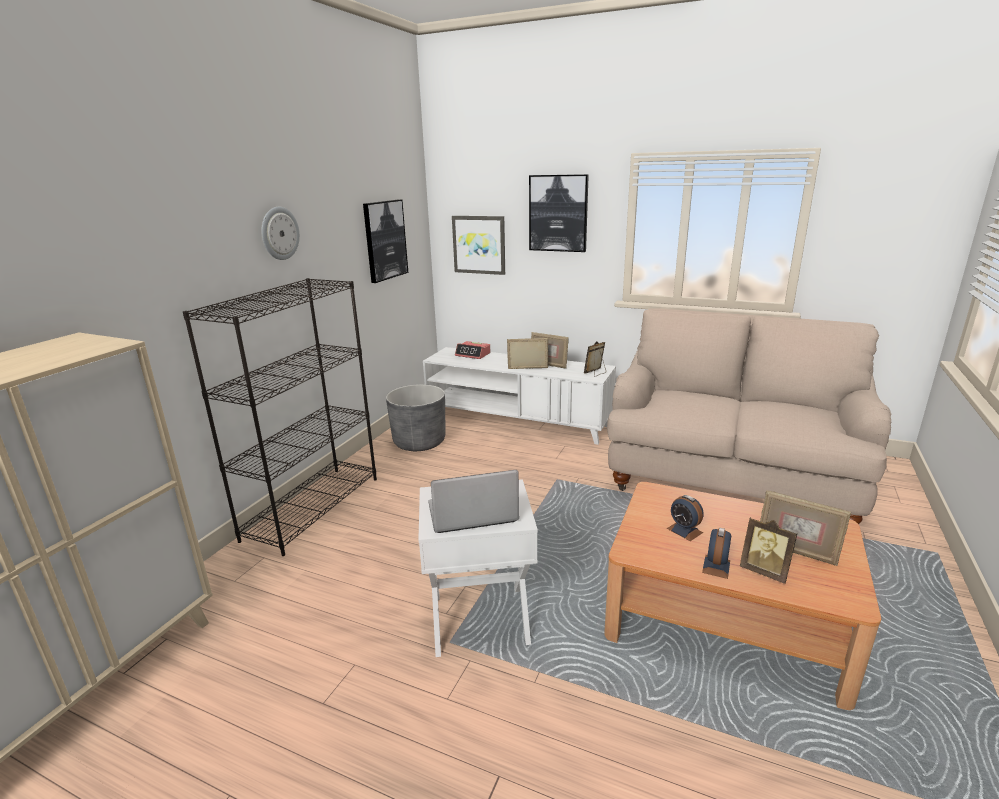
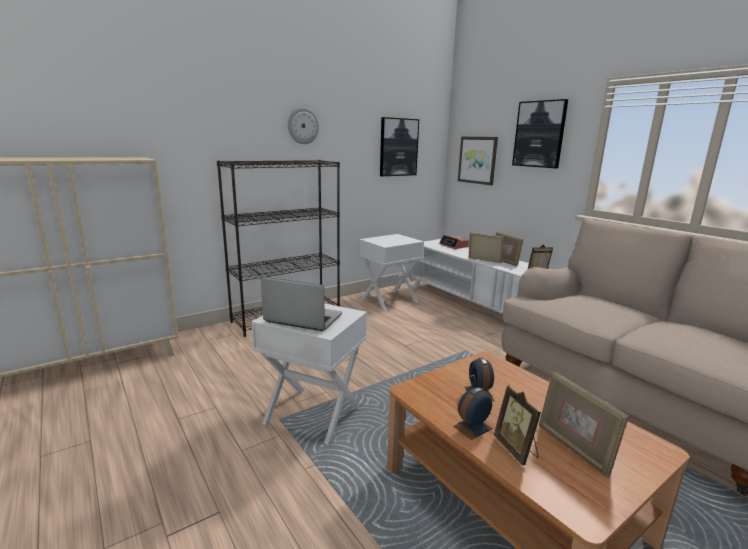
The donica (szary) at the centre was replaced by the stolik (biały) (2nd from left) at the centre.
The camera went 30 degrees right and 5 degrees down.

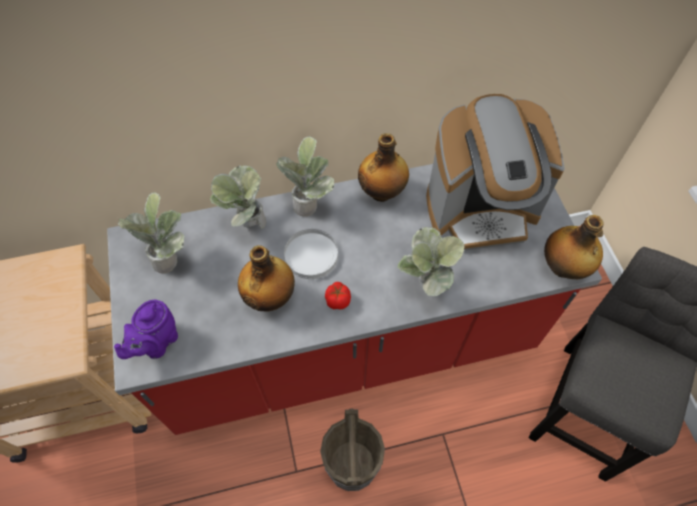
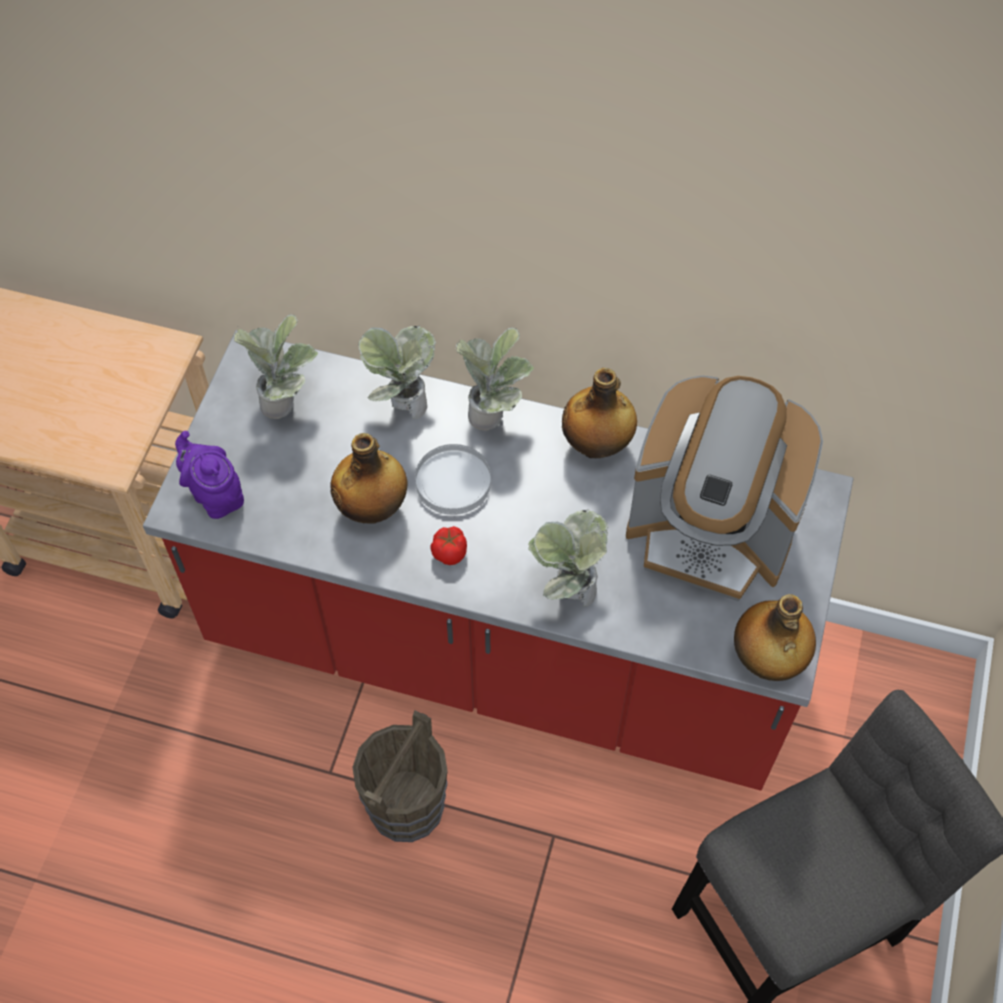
The imbryk (fioletowy) at the middle left turned 75 degrees clockwise.
The camera went 30 degrees right and 0 degrees up.

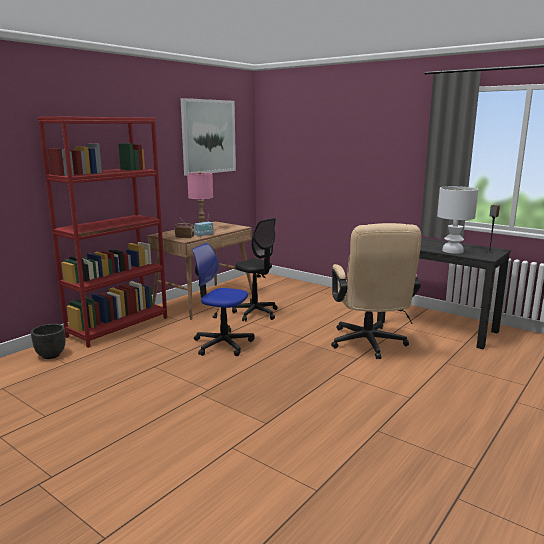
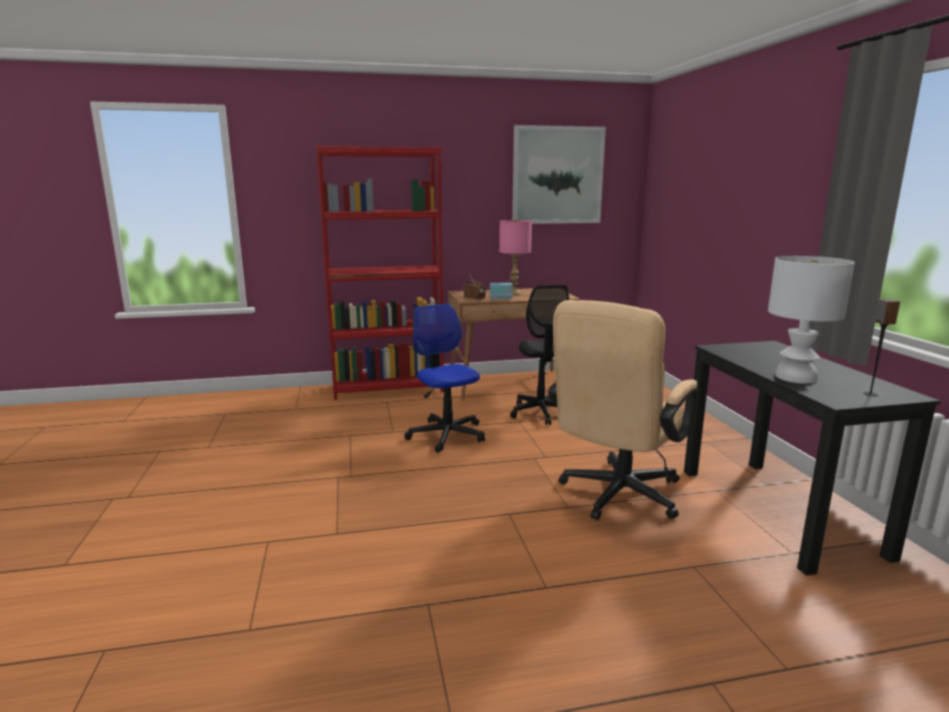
The donica (czarny) at the middle left disappeared.
The camera went 40 degrees right and 0 degrees up.

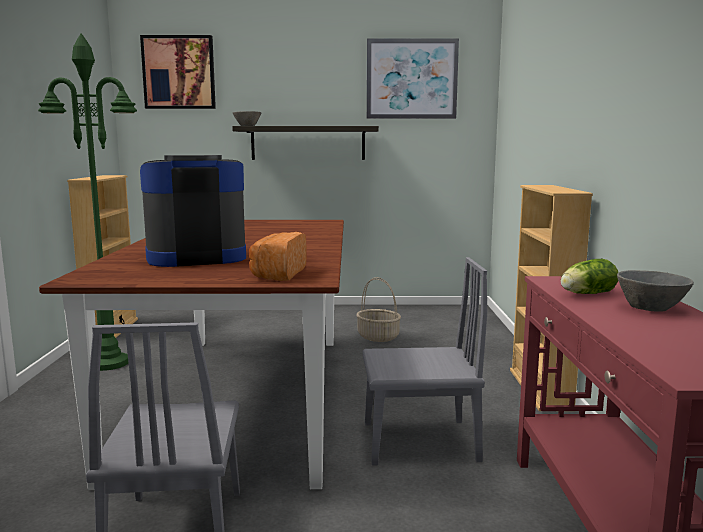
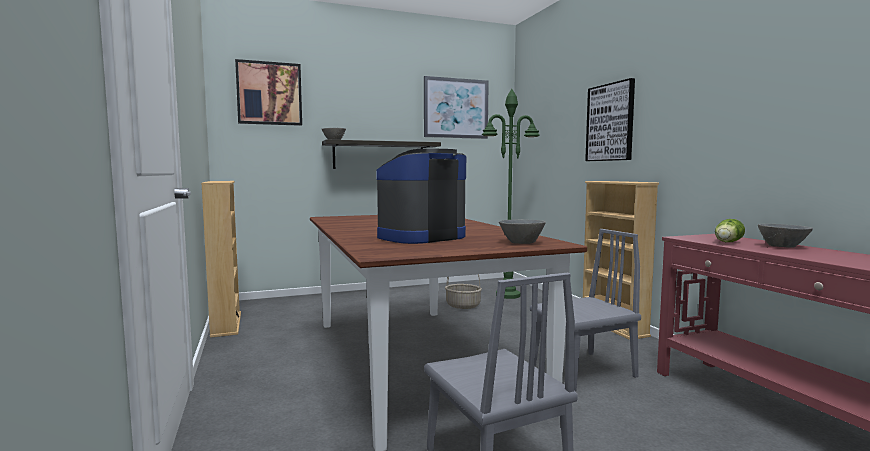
The lampa stojąca (zielony) moved from the middle left to the centre.
The chleb at the centre was replaced by the miska (szary) (2nd from left) at the centre.
The obraz (3rd from left) at the top right appeared.
The camera went 20 degrees left and 5 degrees down.

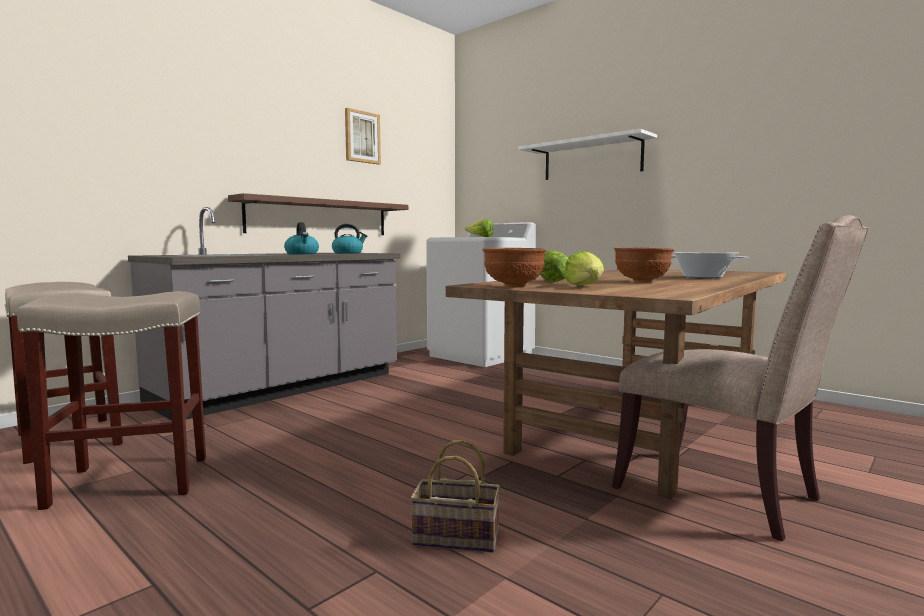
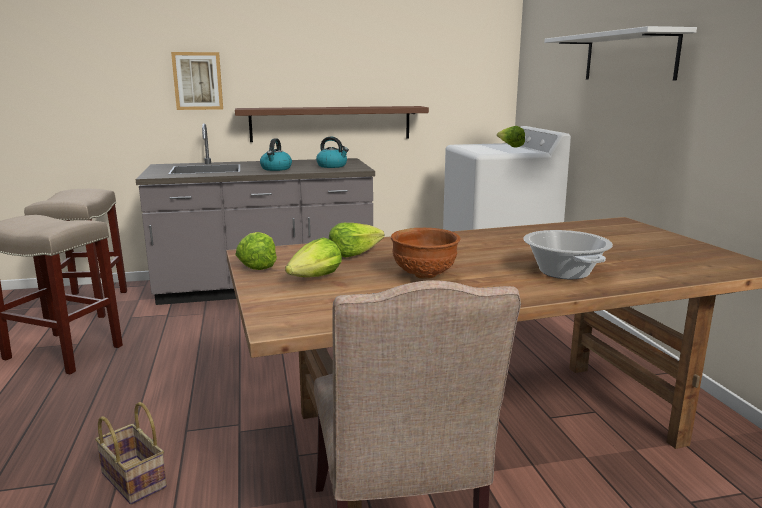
The obraz moved from the top centre to the top left.
The miska (brązowy) (1st from left) at the centre was replaced by the sałata (1st from left) at the centre.
The camera went 35 degrees right and 10 degrees up.

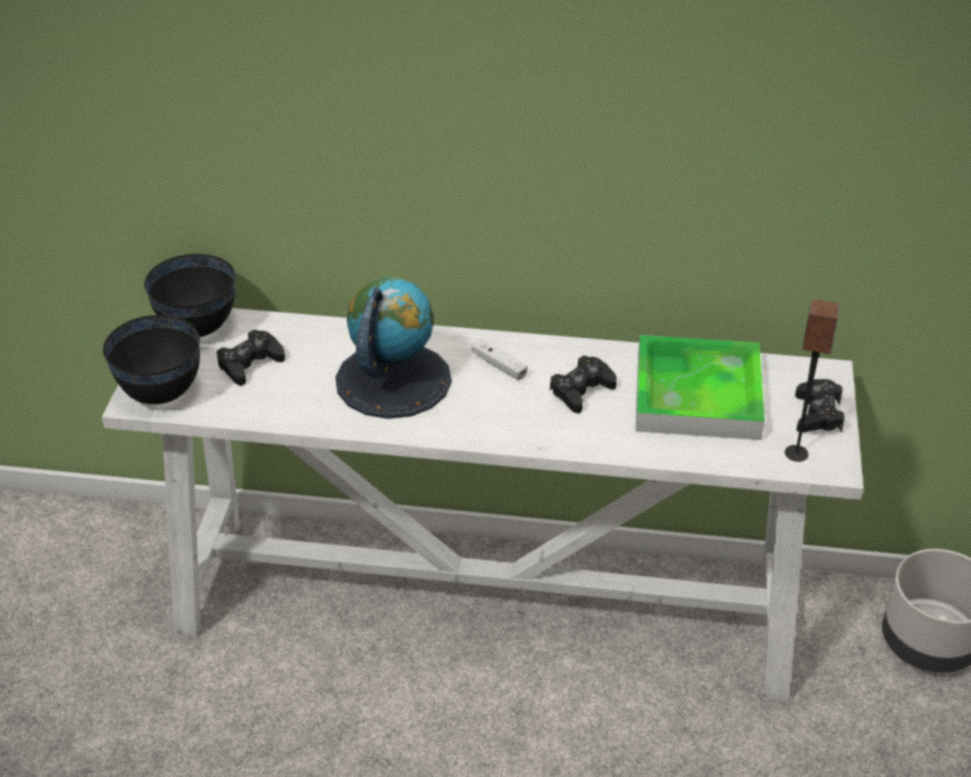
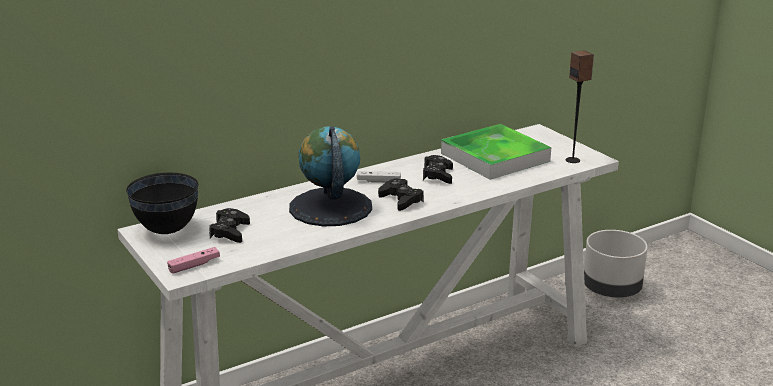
The miska (czarny) (1st from left) at the middle left was replaced by the pad do gier (różowy) at the bottom left.
The pad do gier (czarny) (3rd from left in the first image) moved from the middle right to the centre.
The camera went 40 degrees left and 15 degrees down.

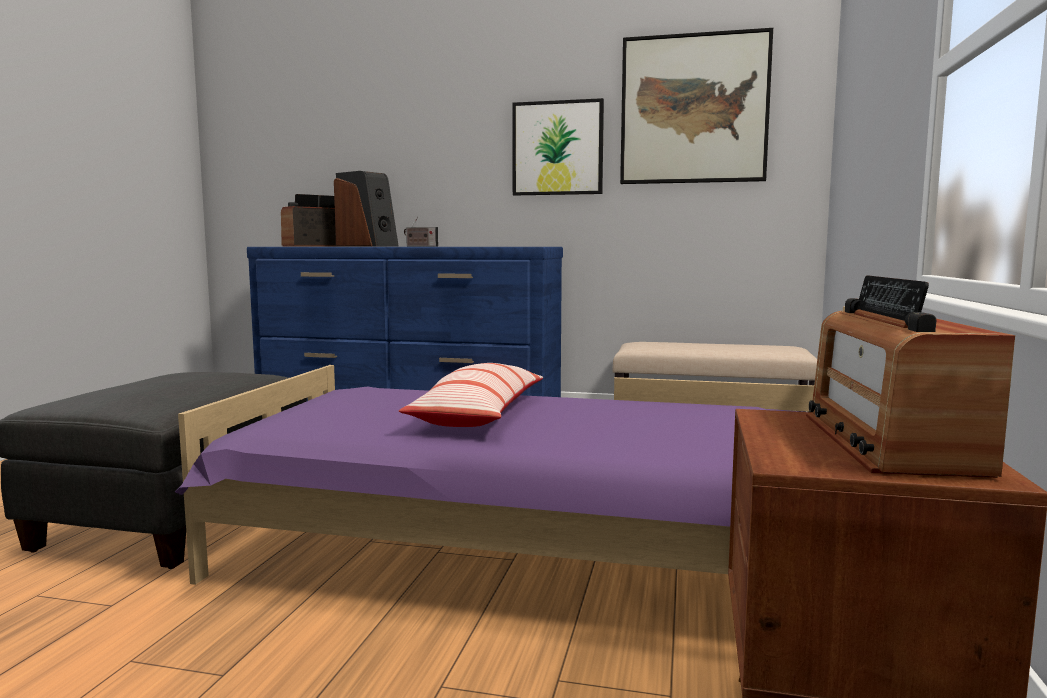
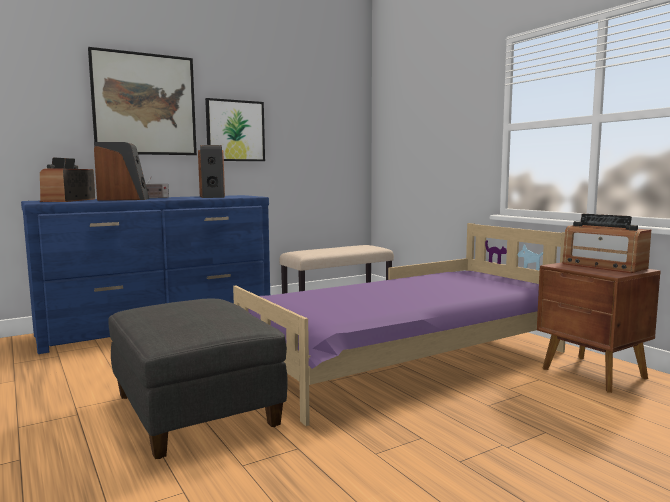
The poduszka at the centre disappeared.
The obraz (2nd from left in the first image) moved from the top centre to the top left.
The głośnik (2nd from left) at the middle left appeared.
The camera went 45 degrees left and 0 degrees up.

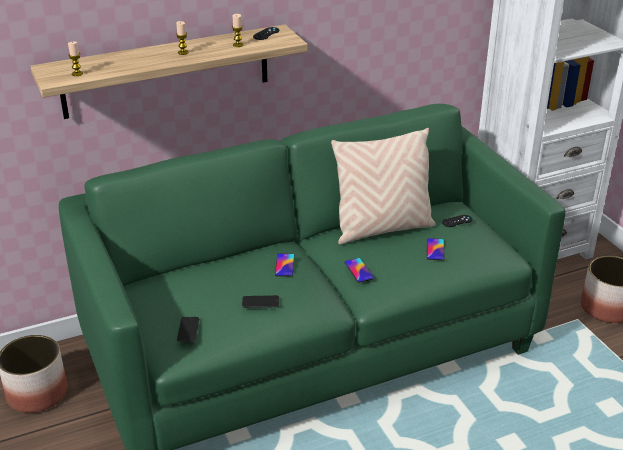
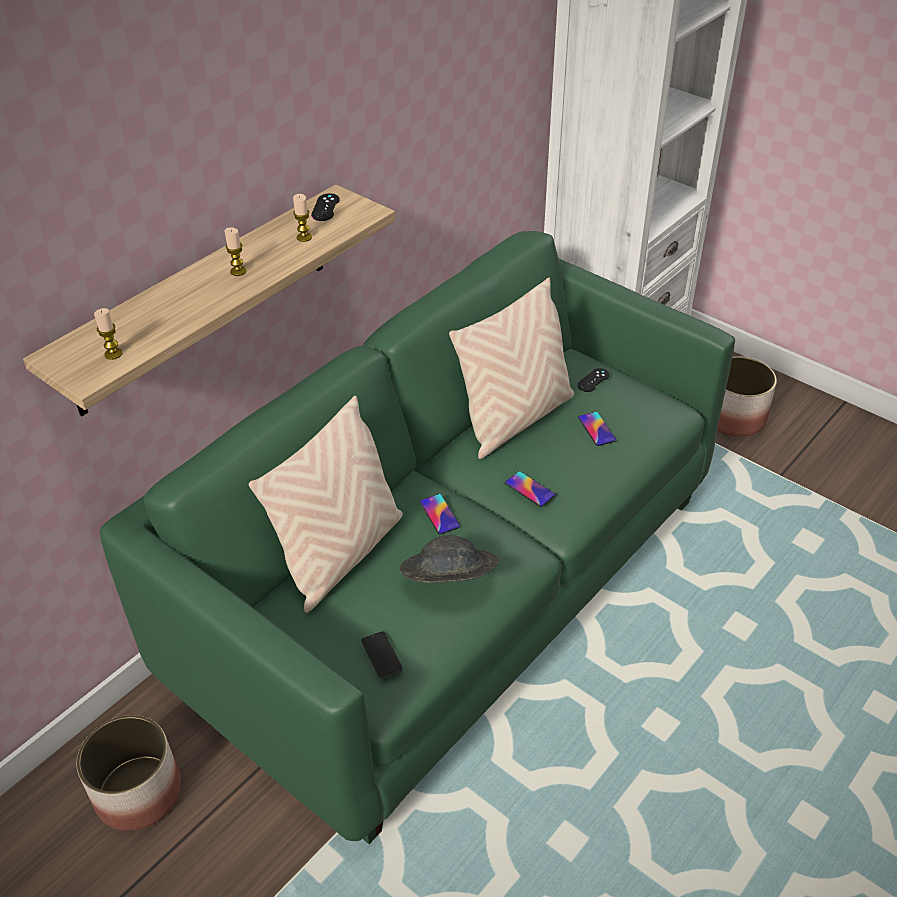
The telefon (2nd from left) at the bottom centre was replaced by the kapelusz (szary) at the centre.
The poduszka (beżowy) (1st from left) at the centre appeared.
The camera went 25 degrees left and 10 degrees up.

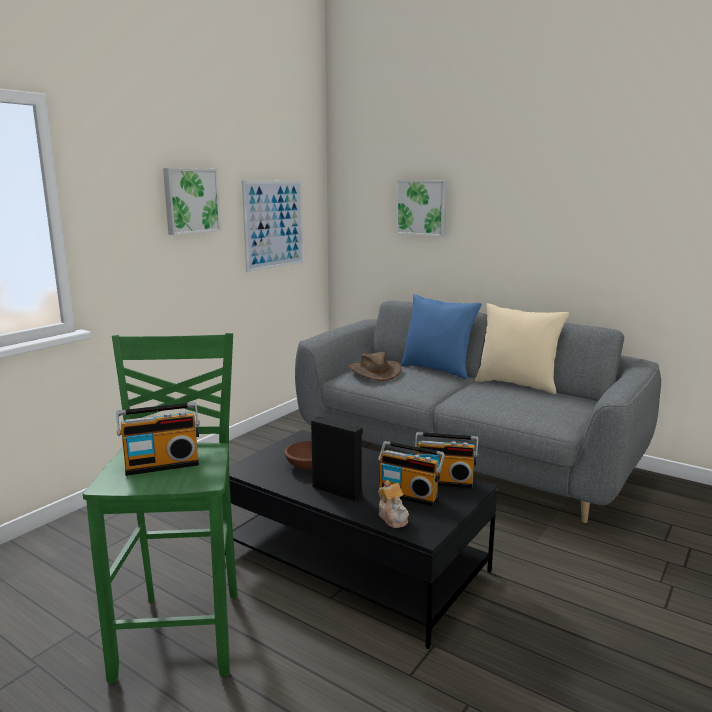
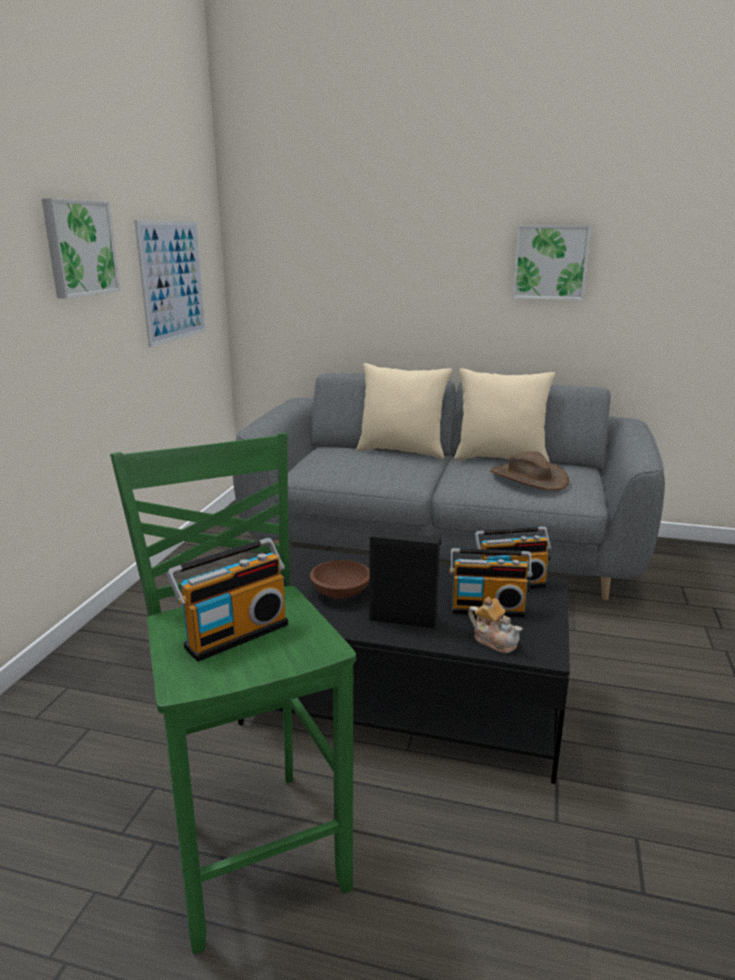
The kapelusz (brązowy) moved from the centre to the middle right.
The obraz (3rd from left) moved from the top centre to the top right.
The poduszka (niebieski) at the centre became the poduszka (beżowy) (1st from left) at the centre.
The camera went 20 degrees left and 5 degrees up.

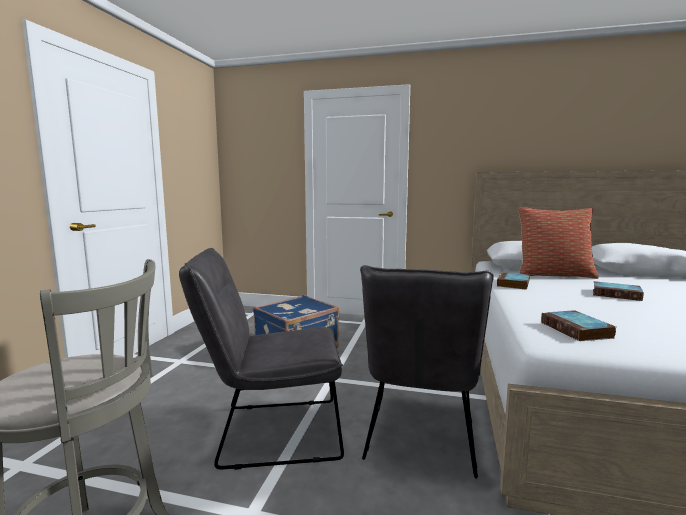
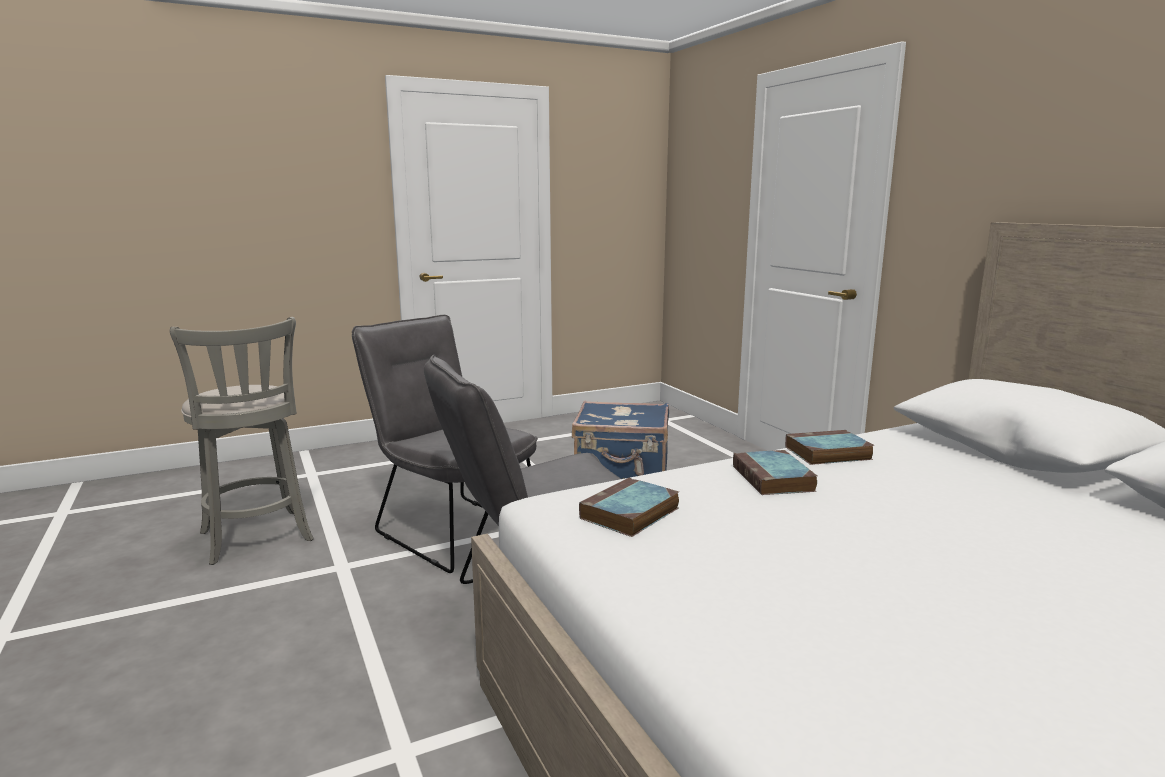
The poduszka at the middle right disappeared.
The książka (3rd from left in the first image) moved from the middle right to the centre.
The camera went 50 degrees right and 5 degrees up.

